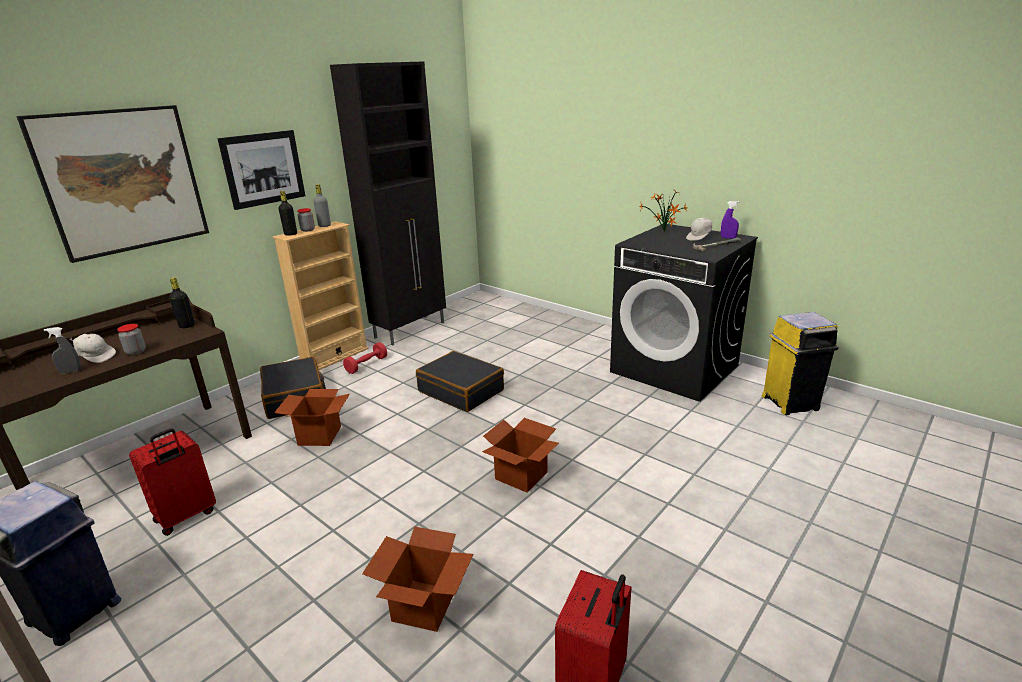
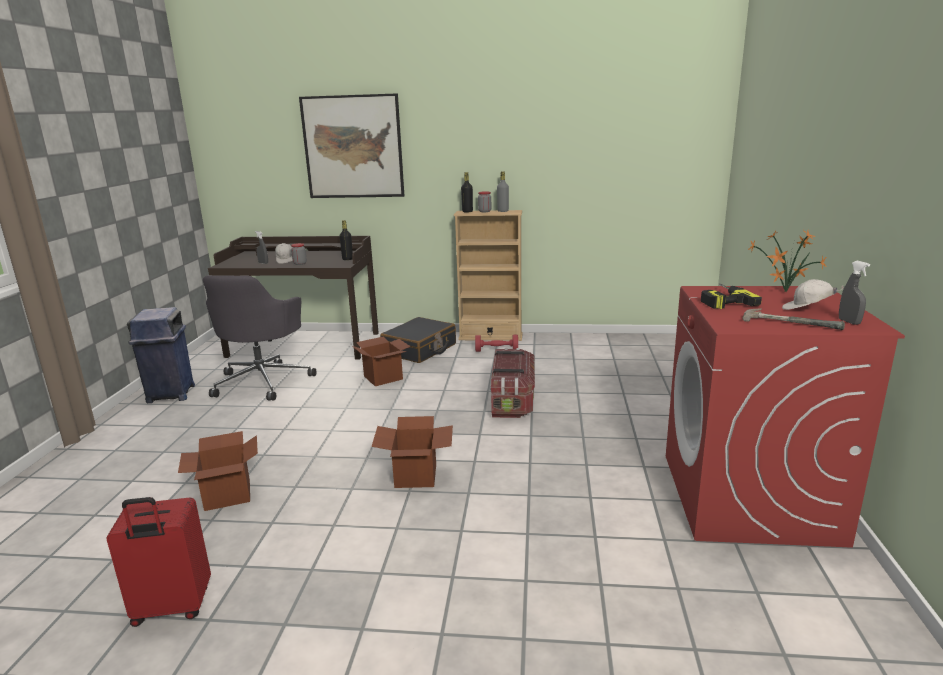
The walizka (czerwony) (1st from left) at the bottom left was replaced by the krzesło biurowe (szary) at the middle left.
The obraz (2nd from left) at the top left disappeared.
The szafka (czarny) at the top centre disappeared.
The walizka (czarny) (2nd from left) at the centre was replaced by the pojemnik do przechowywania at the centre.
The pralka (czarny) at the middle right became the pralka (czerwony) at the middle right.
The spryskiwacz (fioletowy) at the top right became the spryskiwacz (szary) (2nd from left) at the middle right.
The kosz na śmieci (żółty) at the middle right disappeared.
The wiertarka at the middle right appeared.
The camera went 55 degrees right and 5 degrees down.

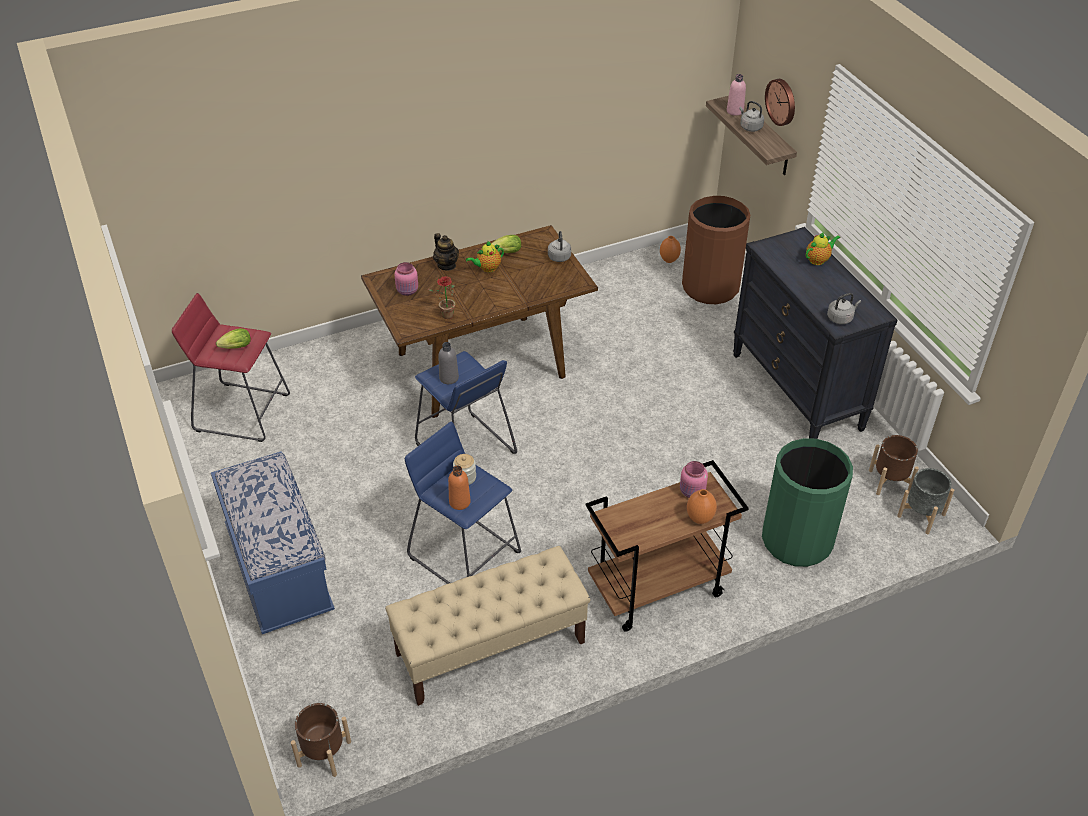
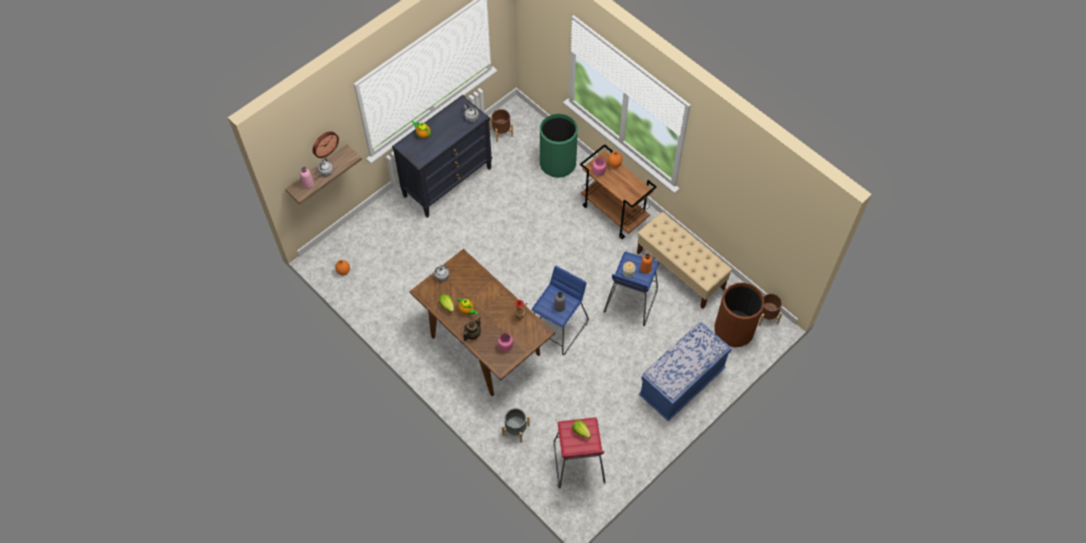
The kosz na śmieci (brązowy) moved from the top centre to the middle right.
The donica (szary) moved from the middle right to the bottom centre.
The camera went 110 degrees left and 15 degrees up.

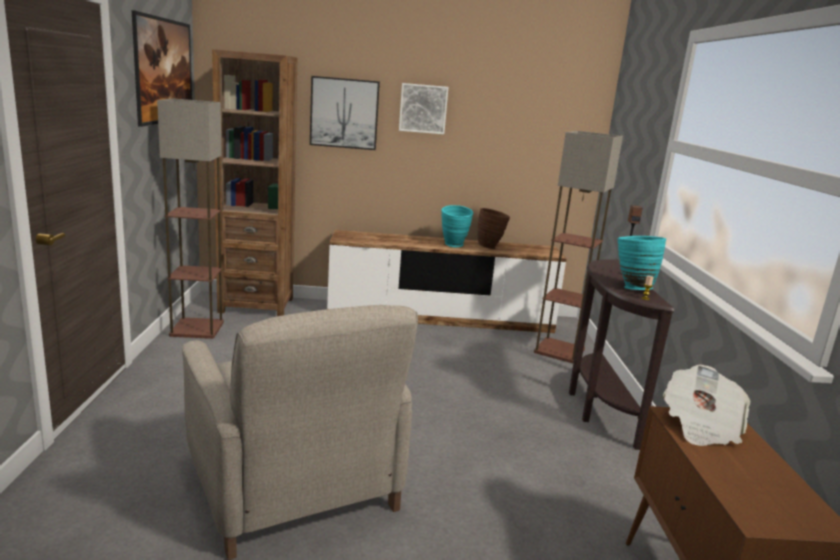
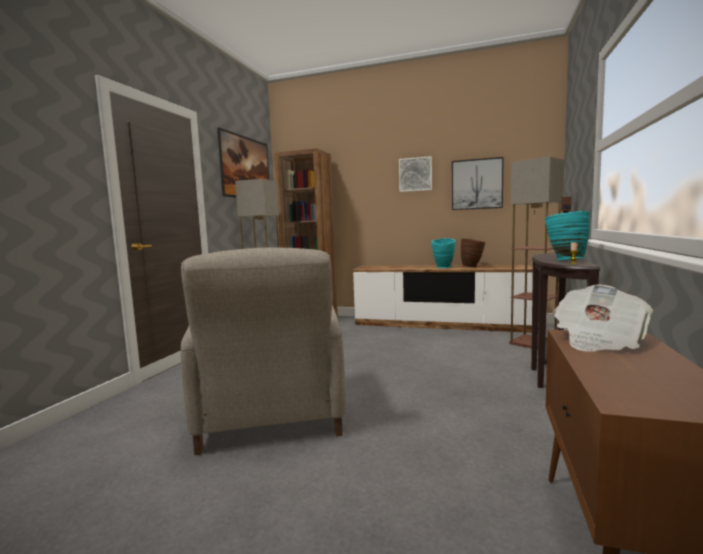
The obraz (2nd from left in the first image) moved from the top centre to the top right.
The camera went 20 degrees right and 10 degrees down.

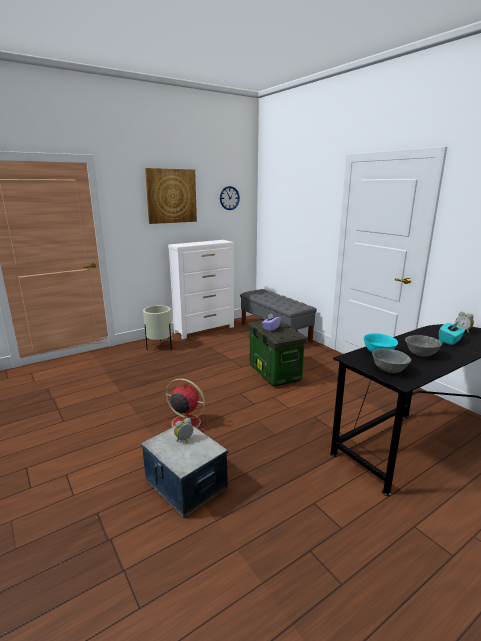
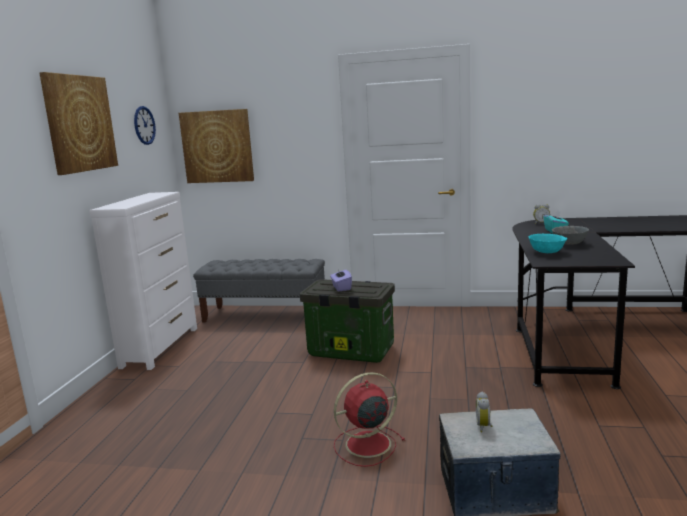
The donica (beżowy) at the middle left disappeared.
The miska (szary) (1st from left) at the middle right disappeared.
The obraz (2nd from left) at the top left appeared.
The camera went 45 degrees left and 5 degrees down.

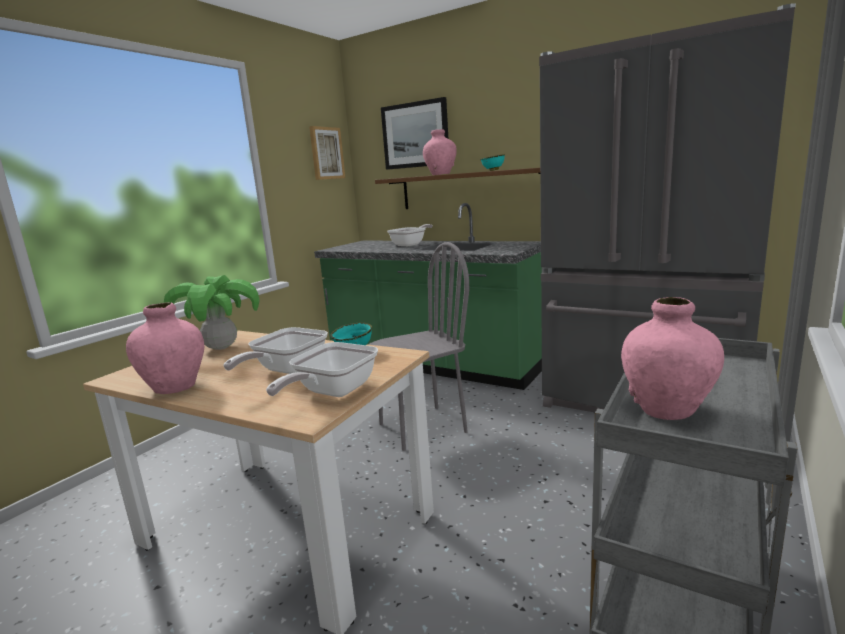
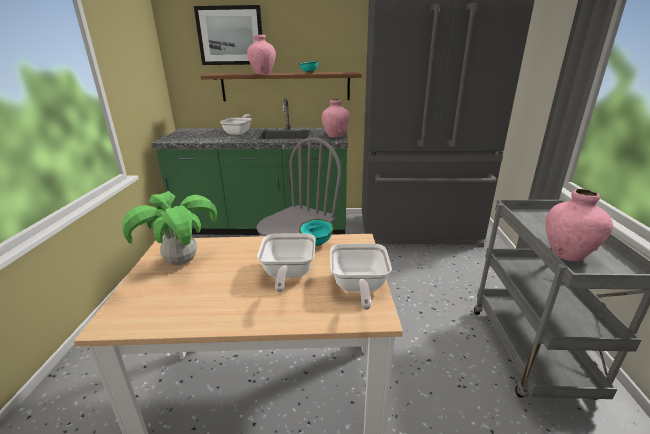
The wazon (różowy) (1st from left in the first image) moved from the middle left to the top centre.
The obraz (1st from left) at the top centre disappeared.
The camera went 30 degrees left and 10 degrees up.

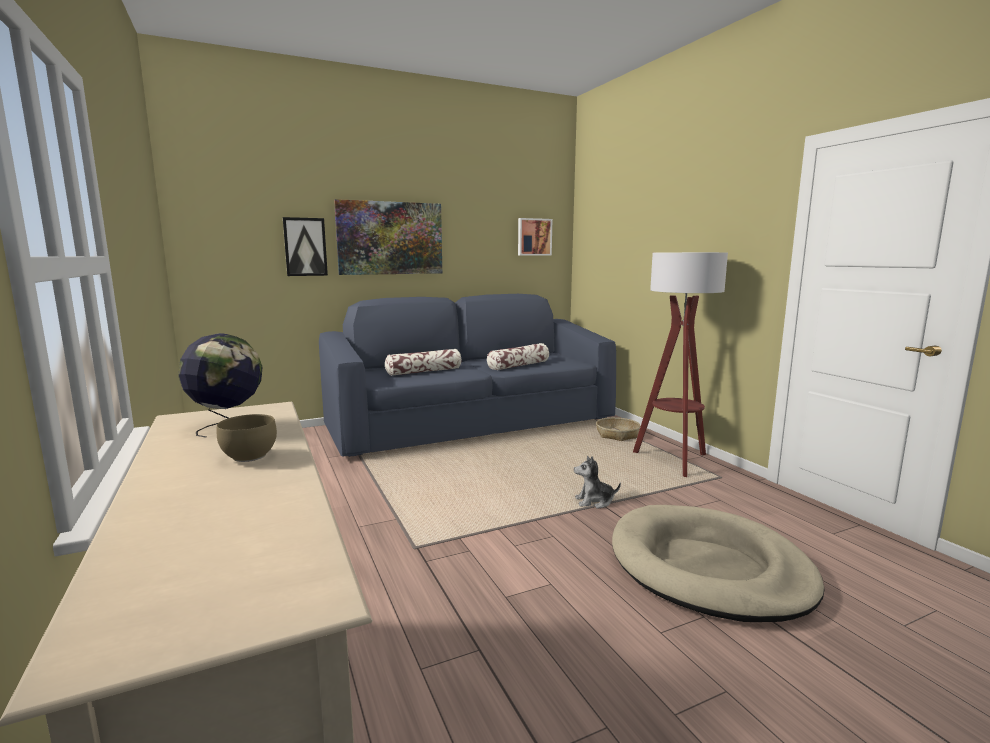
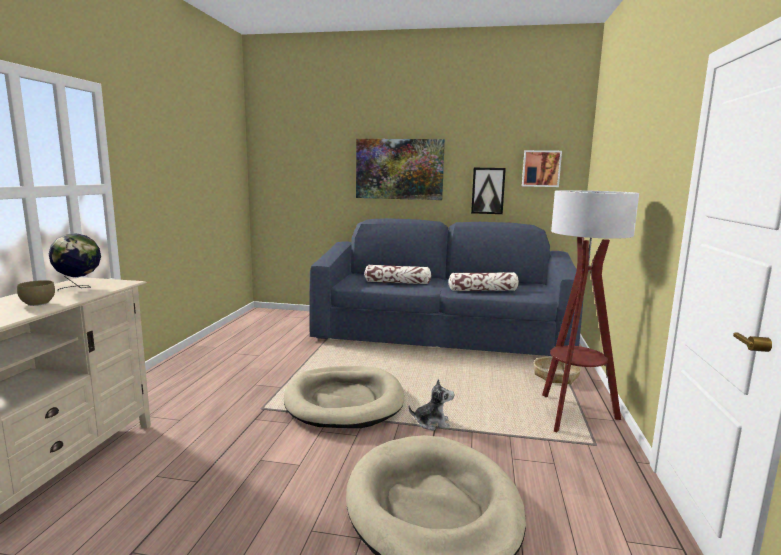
The obraz (1st from left in the first image) moved from the top left to the centre.
The pluszak at the centre turned 150 degrees clockwise.
The legowisko (beżowy) (1st from left) at the bottom centre appeared.
The camera went 35 degrees right and 0 degrees up.

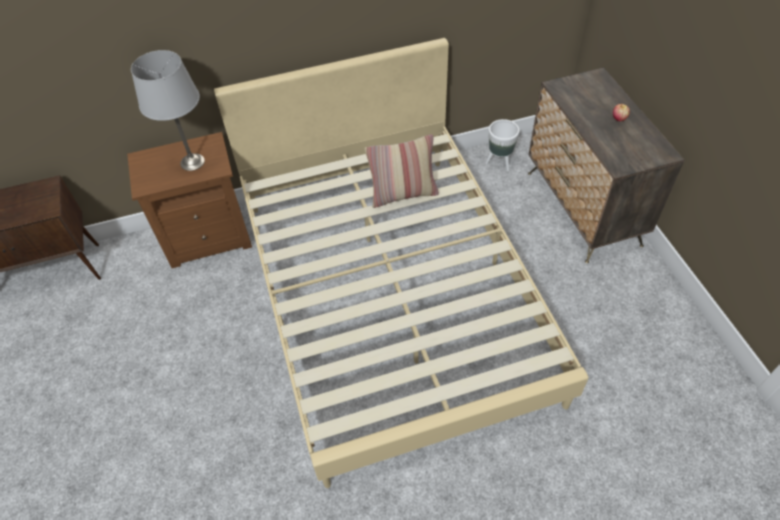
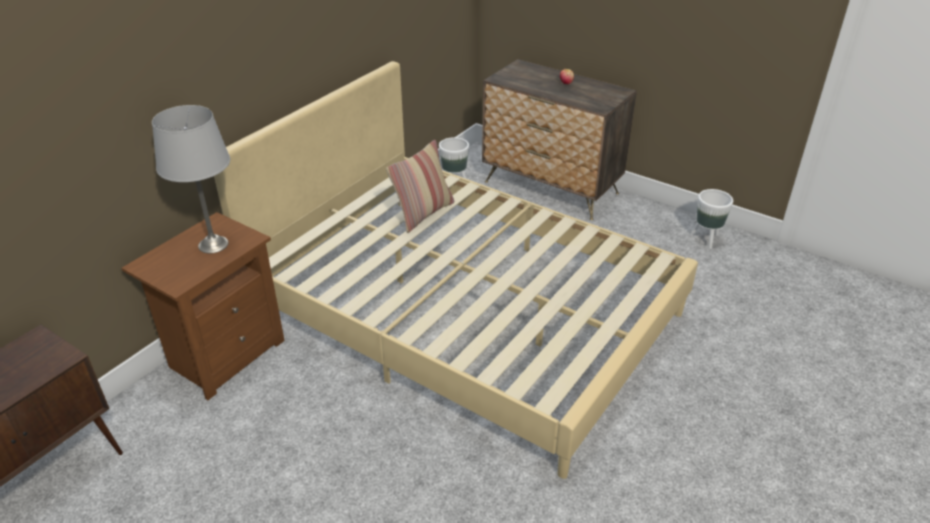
The donica (biały) (2nd from left) at the middle right appeared.
The camera went 40 degrees left and 15 degrees down.

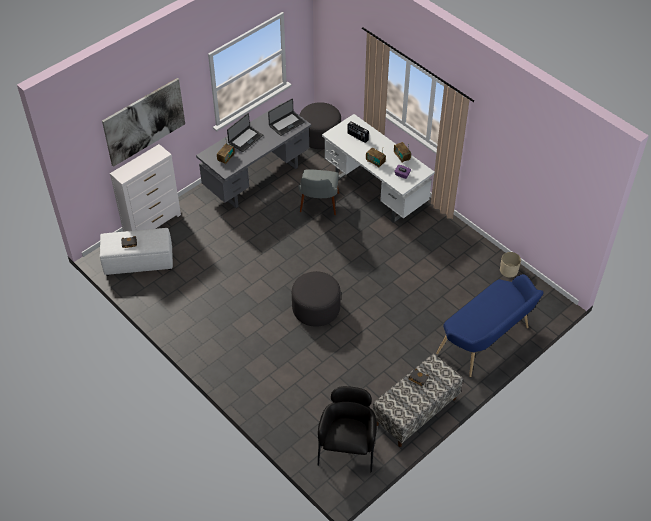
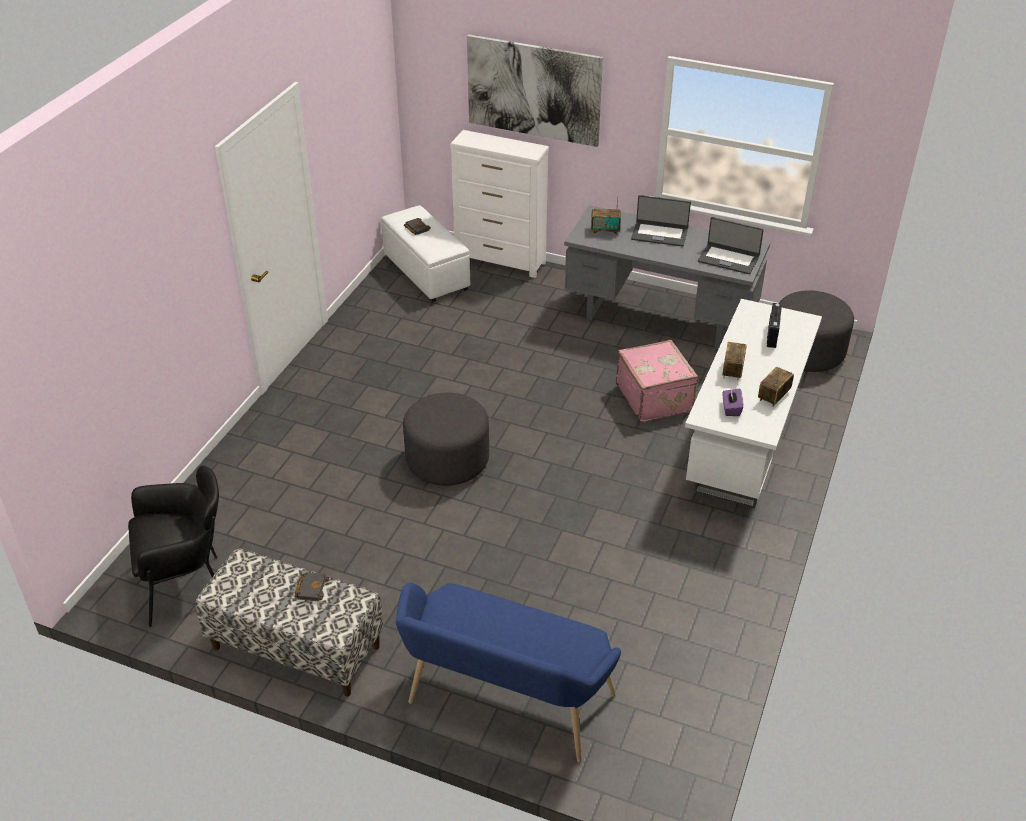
The krzesło (szary) at the centre was replaced by the walizka (różowy) at the centre.
The donica (beżowy) at the middle right disappeared.
The camera went 65 degrees right and 10 degrees down.

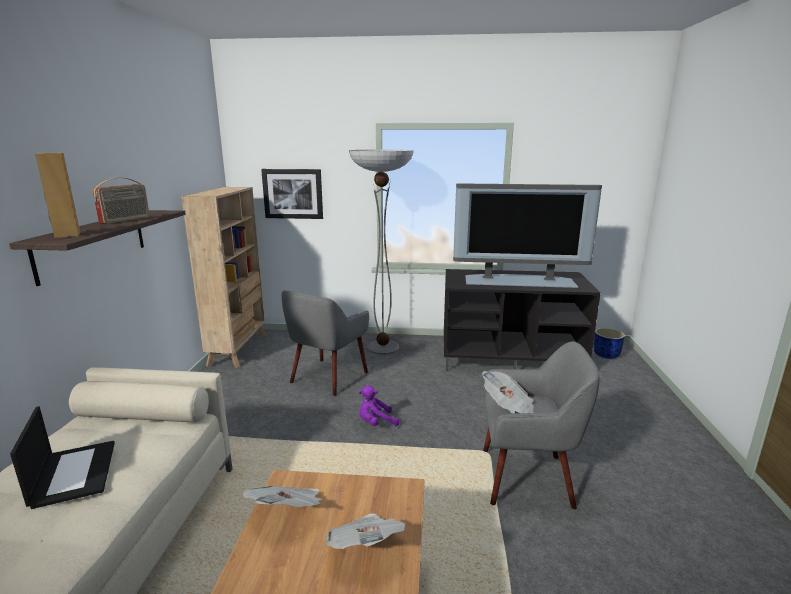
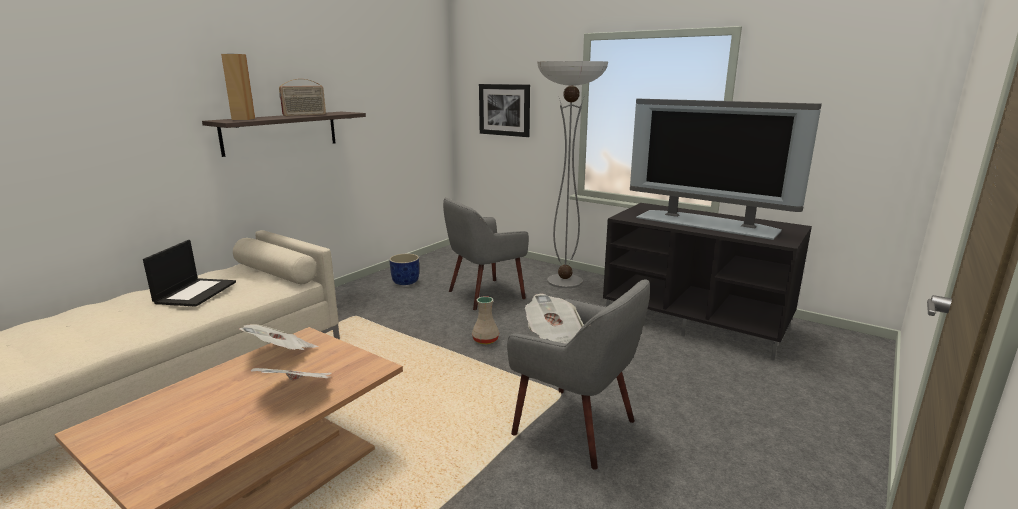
The regał (beżowy) at the middle left disappeared.
The pluszak (fioletowy) at the bottom centre was replaced by the wazon (beżowy) at the centre.
The donica (niebieski) moved from the middle right to the centre.
The camera went 30 degrees right and 0 degrees up.

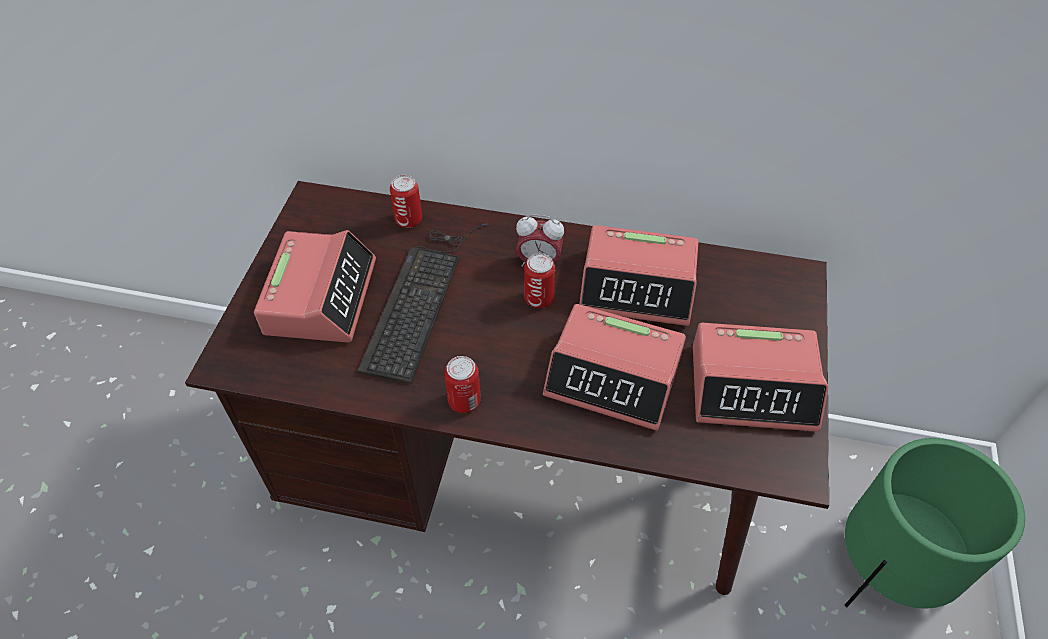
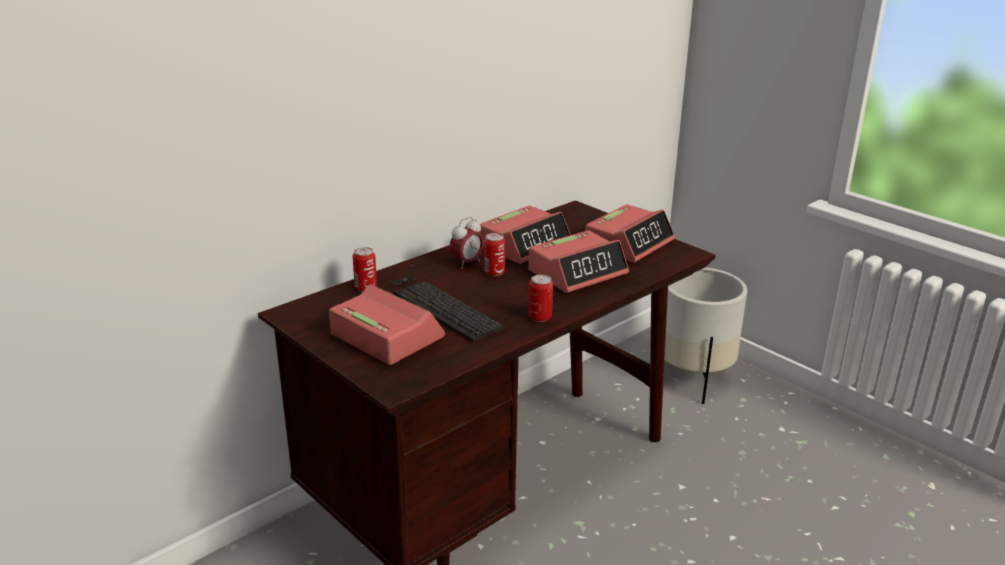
The donica (zielony) at the bottom right became the donica (biały) at the middle right.
The camera went 55 degrees left and 25 degrees down.

